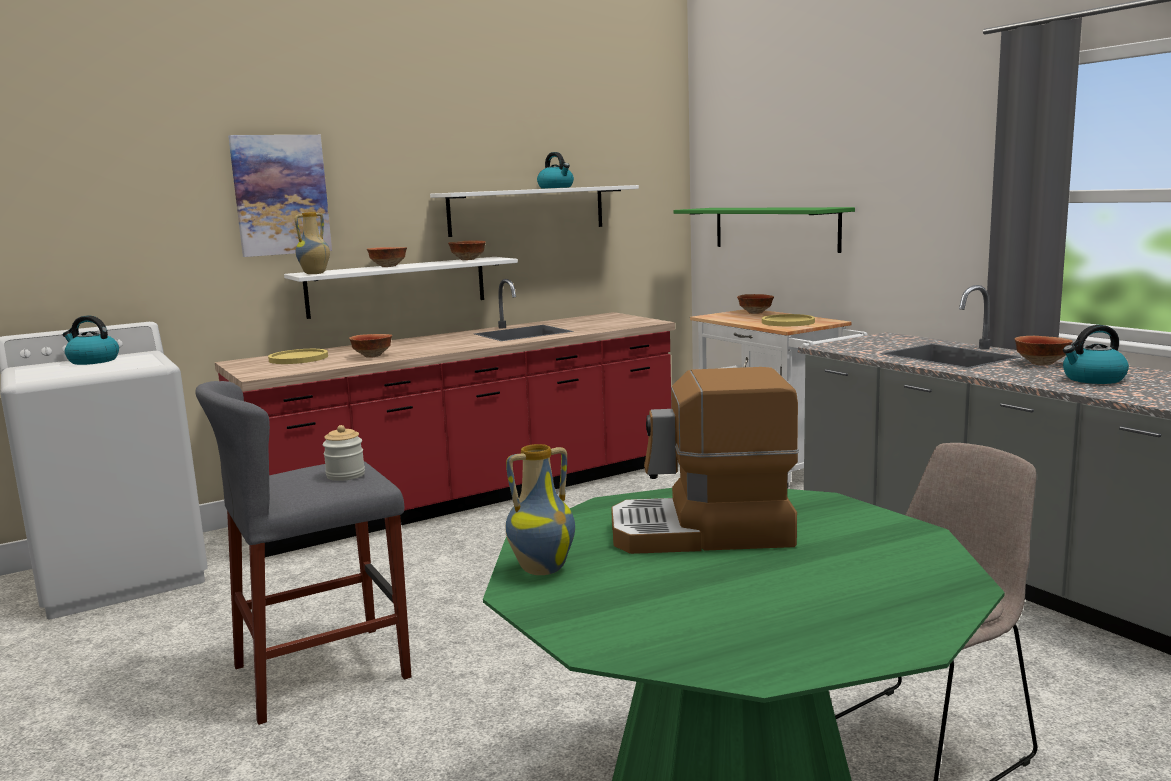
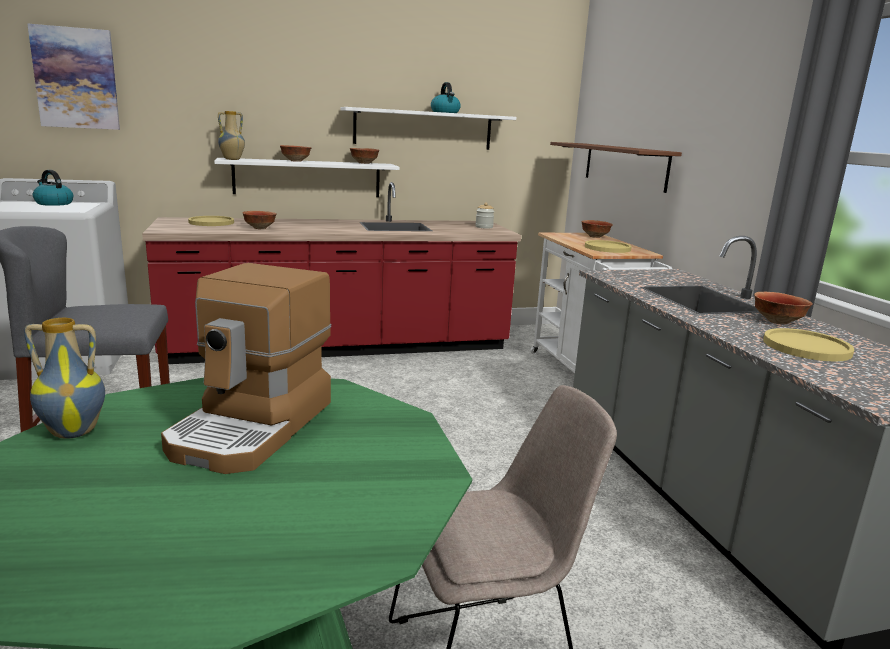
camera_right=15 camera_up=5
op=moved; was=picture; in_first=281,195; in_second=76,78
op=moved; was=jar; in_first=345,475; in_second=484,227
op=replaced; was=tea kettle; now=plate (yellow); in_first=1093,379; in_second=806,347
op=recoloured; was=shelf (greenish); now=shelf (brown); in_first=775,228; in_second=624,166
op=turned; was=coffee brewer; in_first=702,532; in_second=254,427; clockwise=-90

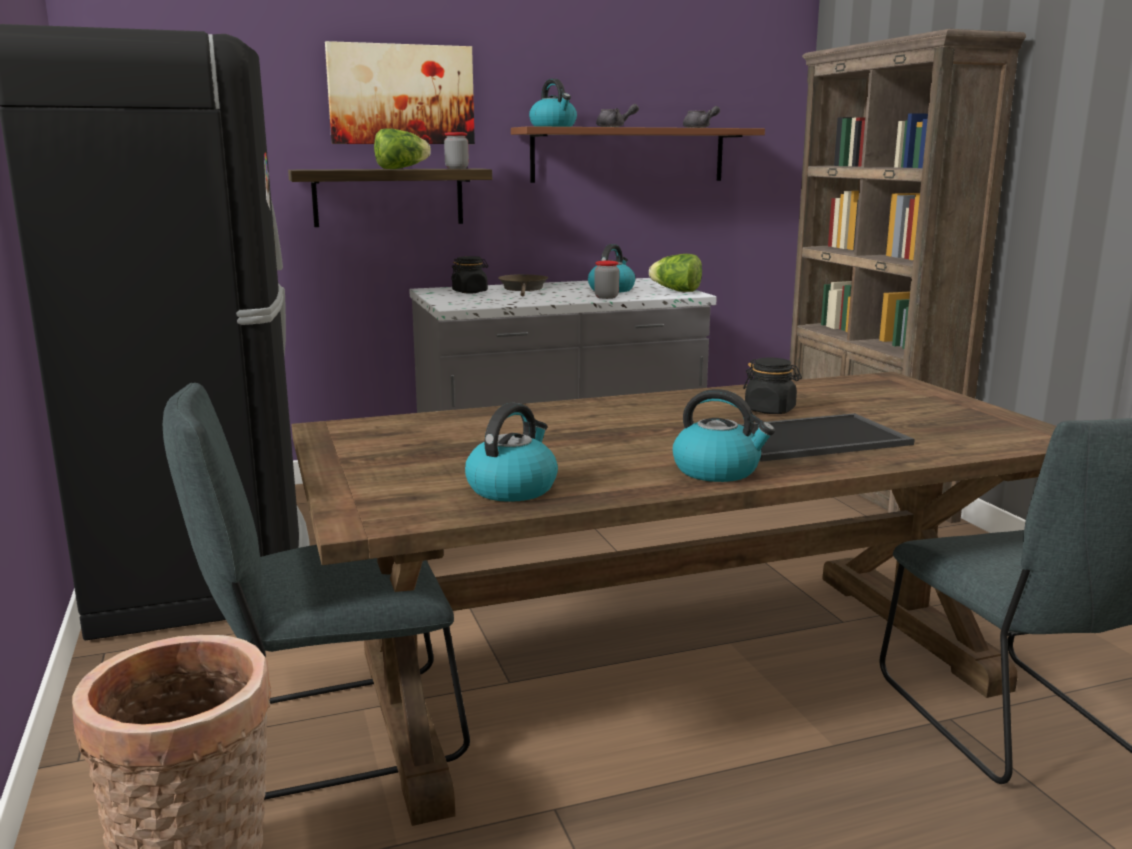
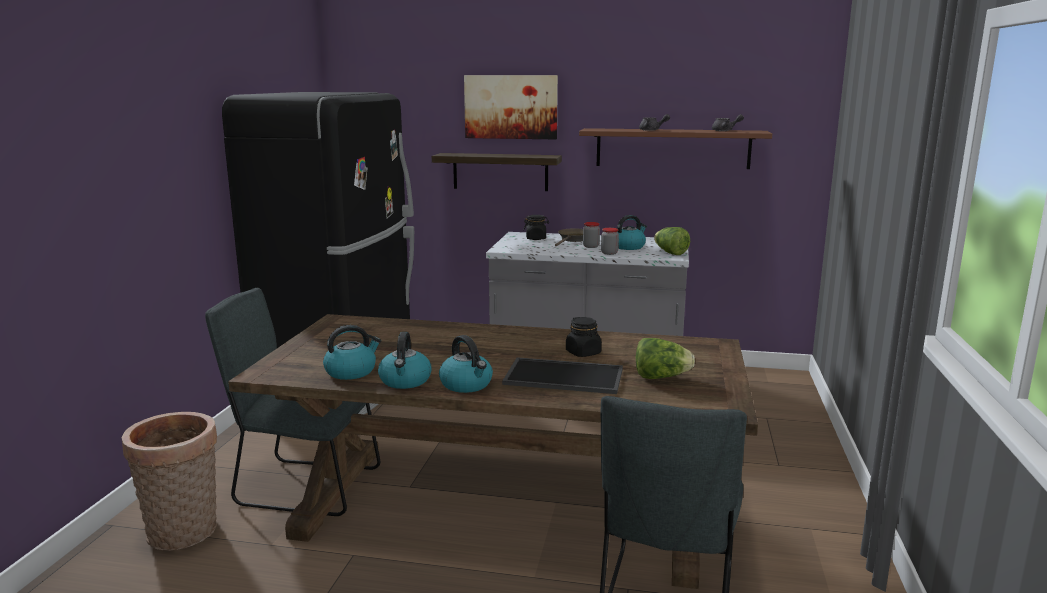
camera_right=30 camera_up=0
op=removed; was=bookcase (brown); in_first=864,493
op=moved; was=head of lettuce; in_first=401,169; in_second=661,377
op=moved; was=jar; in_first=457,168; in_second=591,246
op=moved; was=tea kettle; in_first=553,126; in_second=405,381

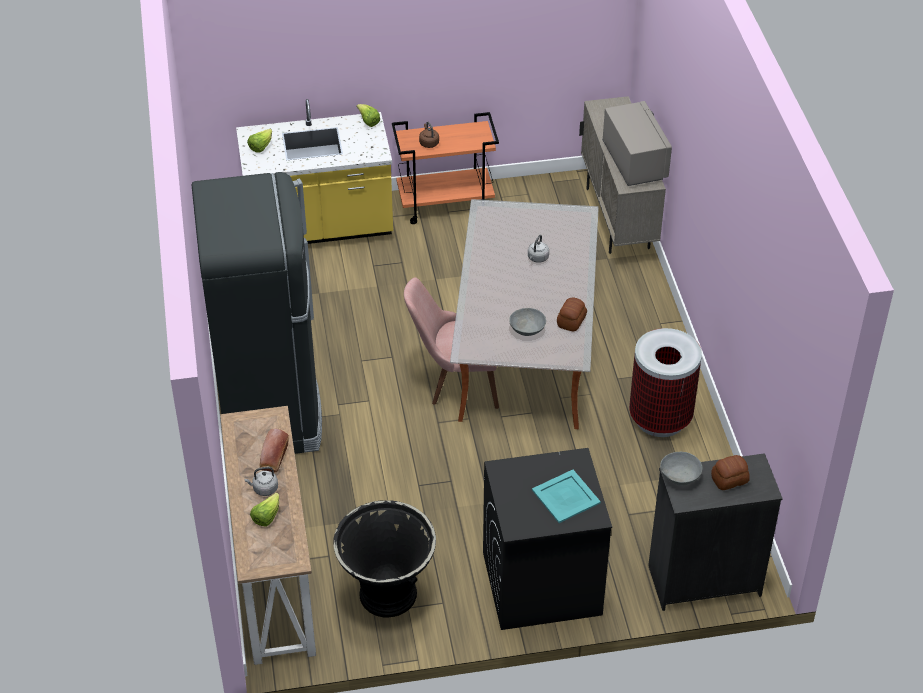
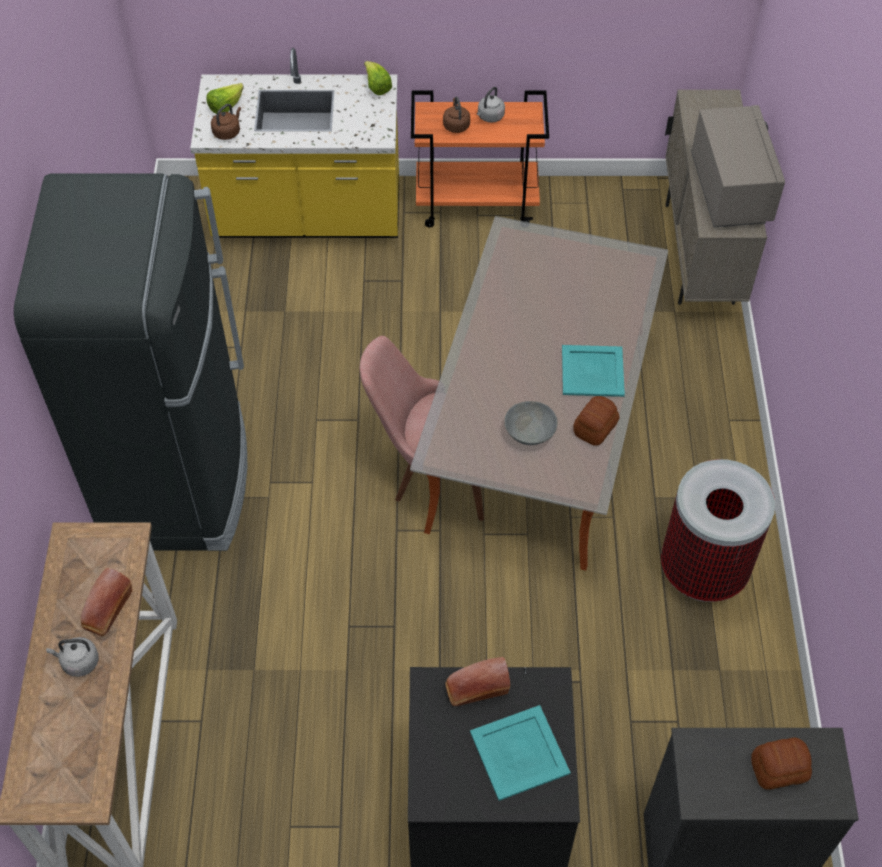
camera_right=10 camera_up=10
op=removed; was=head of lettuce; in_first=266,517
op=removed; was=planter (black); in_first=387,595
op=removed; was=deep dish (gray); in_first=680,476
op=added; now=tea kettle (brown); in_second=227,132
op=added; now=bakery bread; in_second=475,688
op=added; now=tray (blue-green); in_second=593,371
op=moved; was=tea kettle (gray); in_first=537,258; in_second=490,117

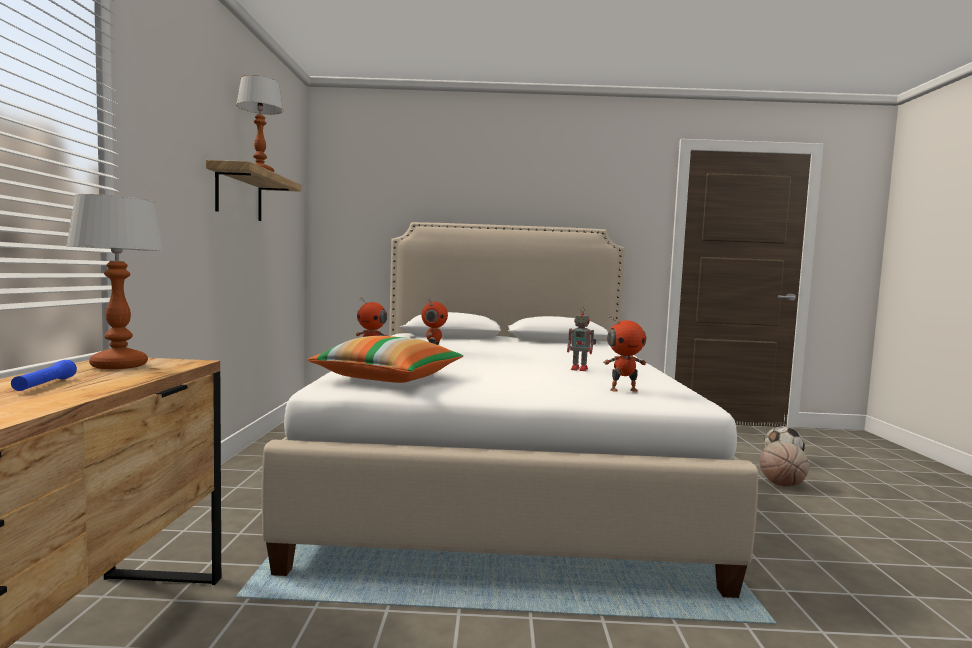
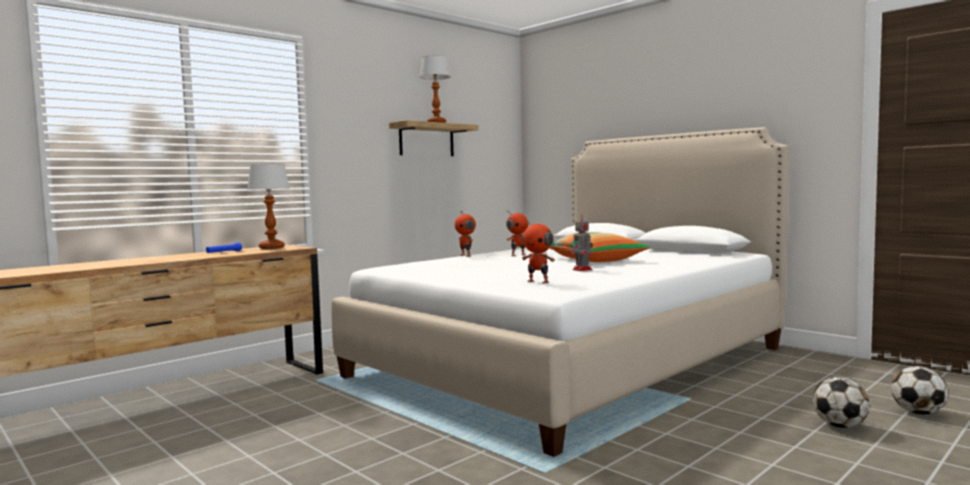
camera_right=45 camera_up=0
op=moved; was=throw pillow; in_first=389,378; in_second=596,260
op=replaced; was=basketball; now=football ball; in_first=782,485; in_second=839,426

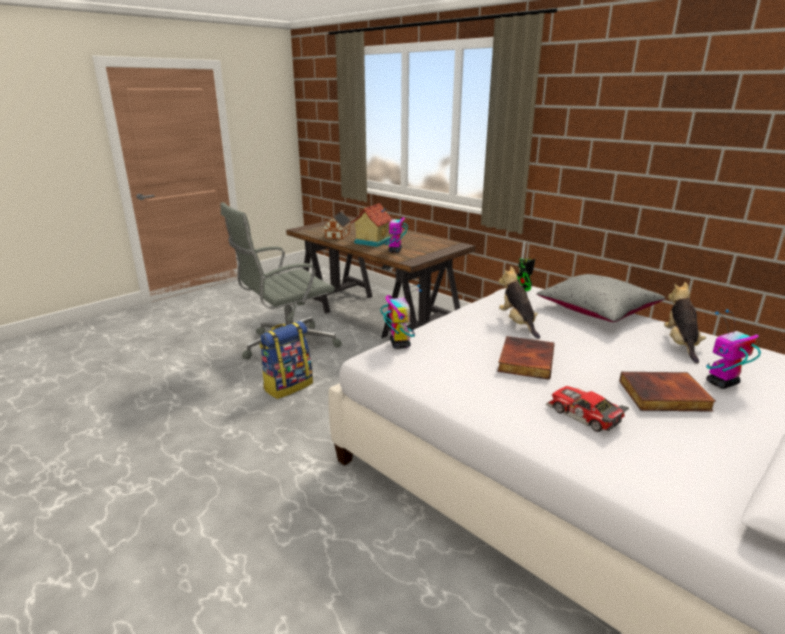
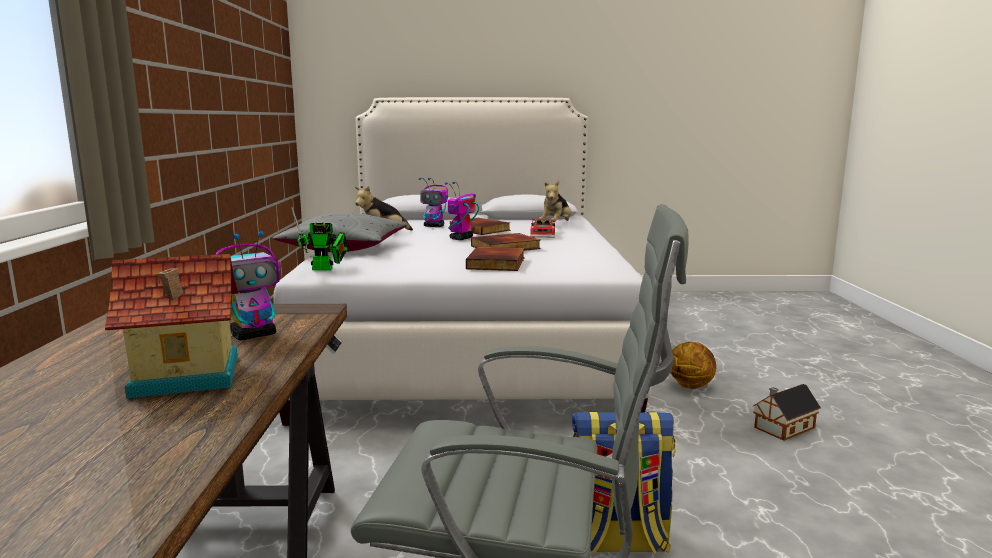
camera_right=-135 camera_up=-10
op=added; now=book; in_second=497,263
op=added; now=basketball; in_second=690,386
op=moved; was=model house; in_first=338,235; in_second=782,428
op=moved; was=robot figure; in_first=399,344; in_second=461,239
op=moved; was=plush toy; in_first=517,323; in_second=556,224

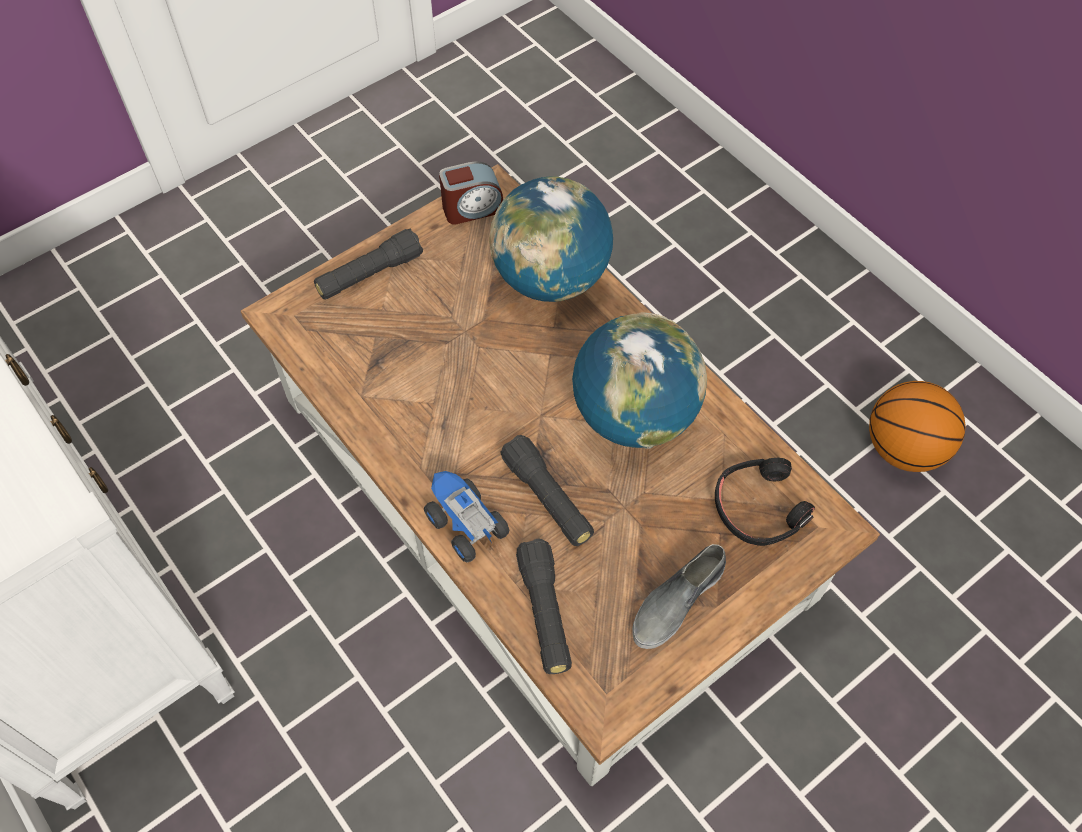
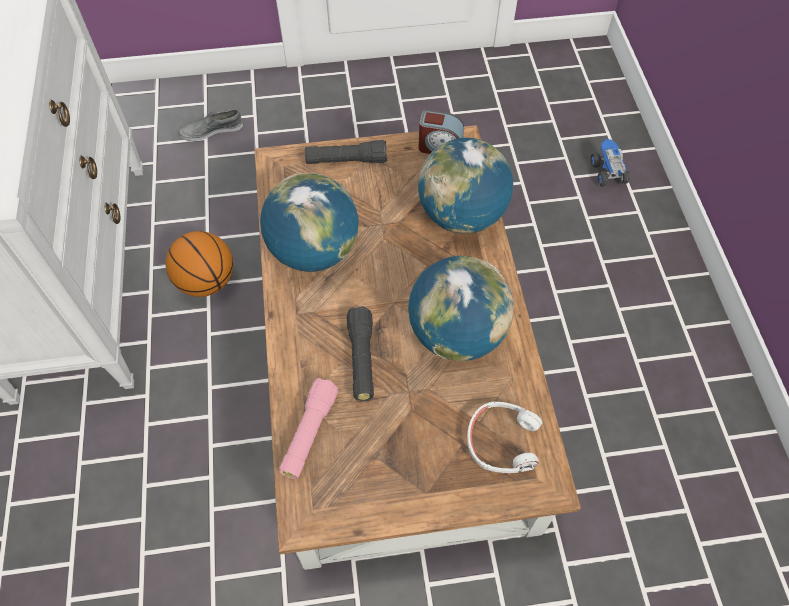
camera_right=30 camera_up=0
op=added; now=globe; in_second=314,251
op=moved; was=model truck; in_first=465,525; in_second=607,172
op=moved; was=low shoe (gray); in_first=676,601; in_second=212,130
op=moved; was=basketball; in_first=903,448; in_second=206,281
op=recoloured; was=hand torch (black); now=hand torch (pink-coloured); in_first=545,612; in_second=309,433
op=recoloured; was=headset (black); now=headset (white-coloured); in_first=759,508; in_second=502,441

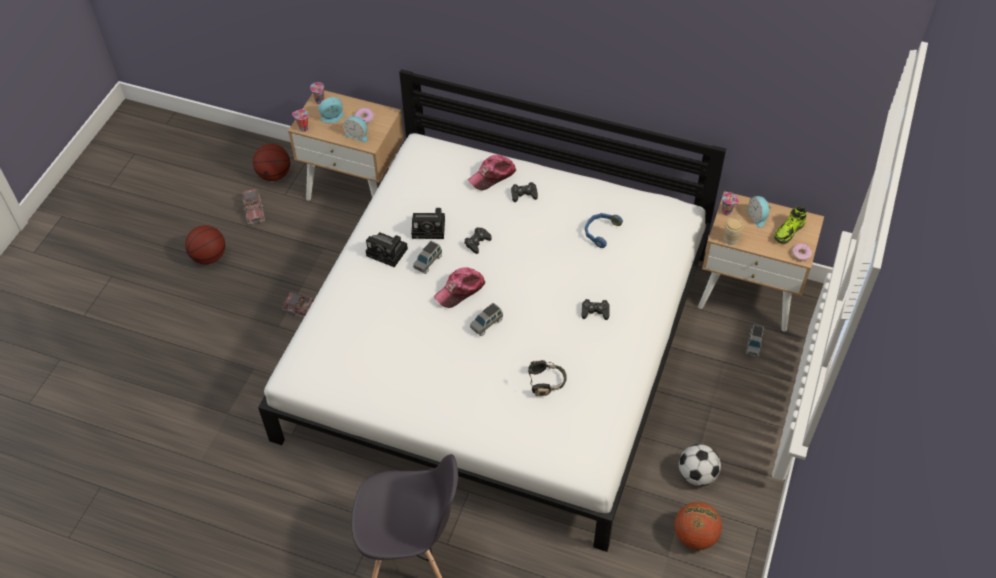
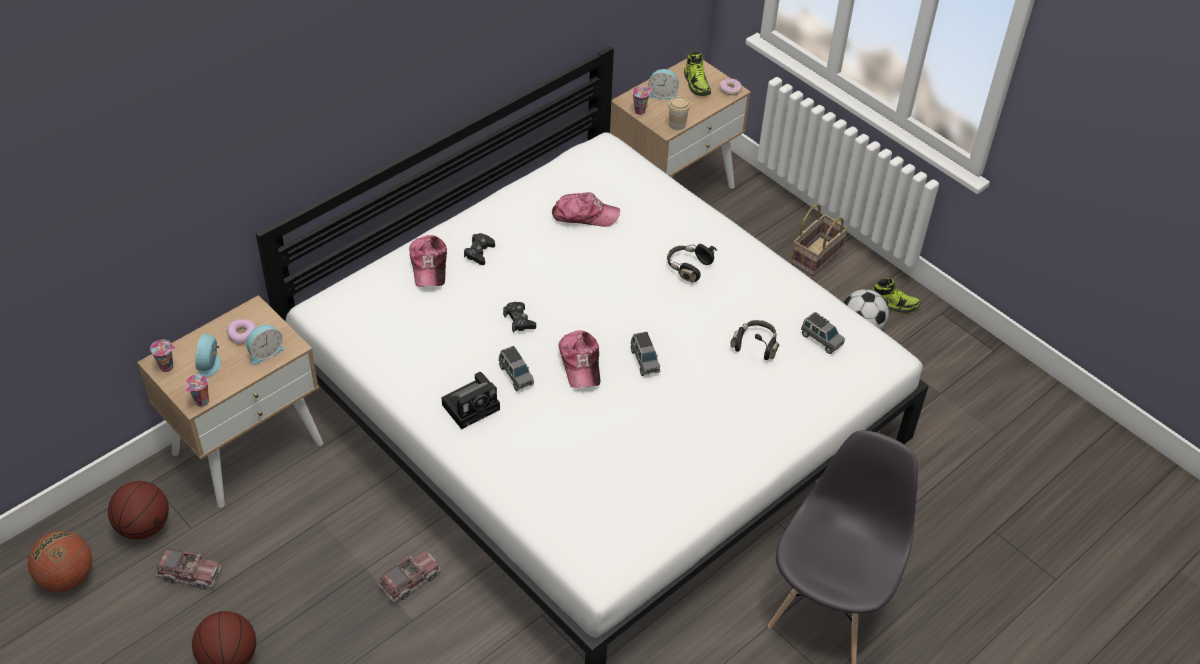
camera_right=-65 camera_up=-5
op=removed; was=still camera; in_first=430,228
op=added; now=household basket; in_second=816,255
op=added; now=low shoe; in_second=893,304
op=moved; was=basketball; in_first=695,536; in_second=67,578
op=moved; was=toy car (gray); in_first=754,344; in_second=821,339
op=replaced; was=game controller (black); now=headset (black); in_first=595,311; in_second=688,267
op=replaced; was=headset (bluish); now=baseball cap; in_first=600,231; in_second=584,215

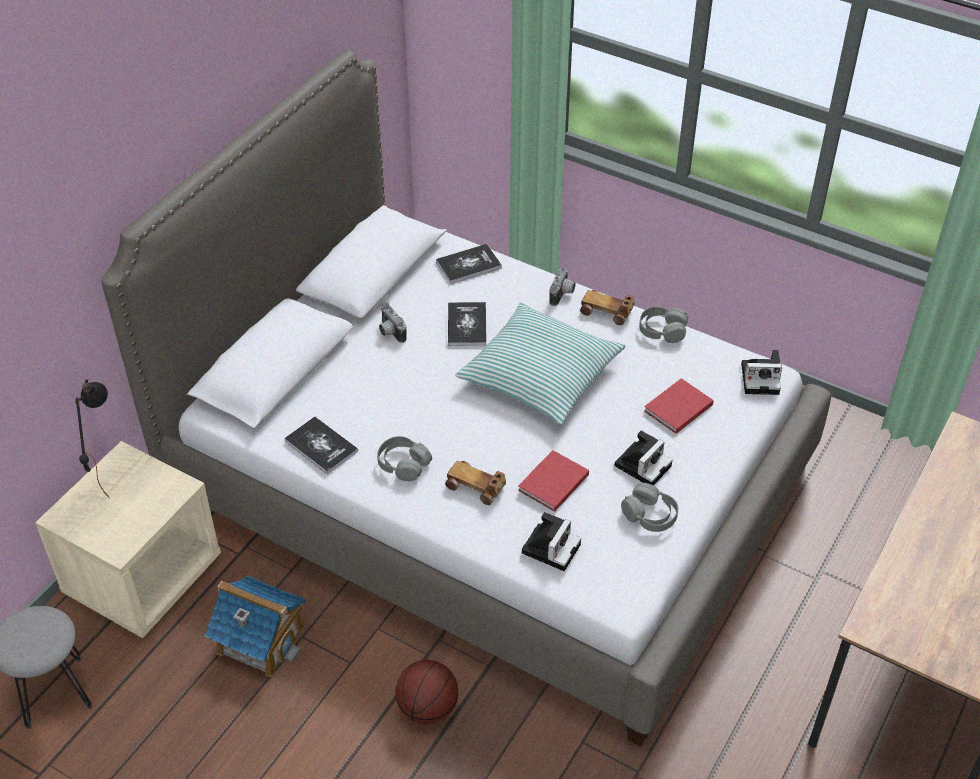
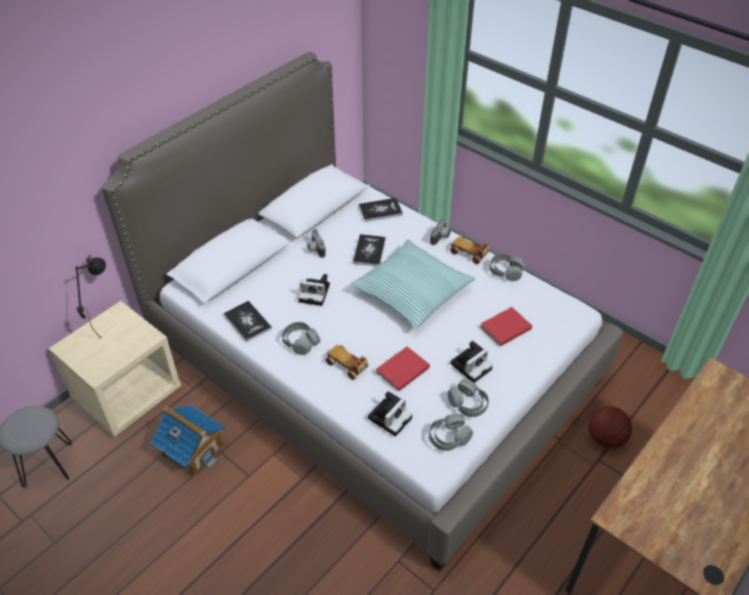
camera_right=10 camera_up=0
op=added; now=headset (gray); in_second=449,437
op=moved; was=basketball; in_first=427,708; in_second=605,438
op=moved; was=still camera; in_first=762,378; in_second=316,293

